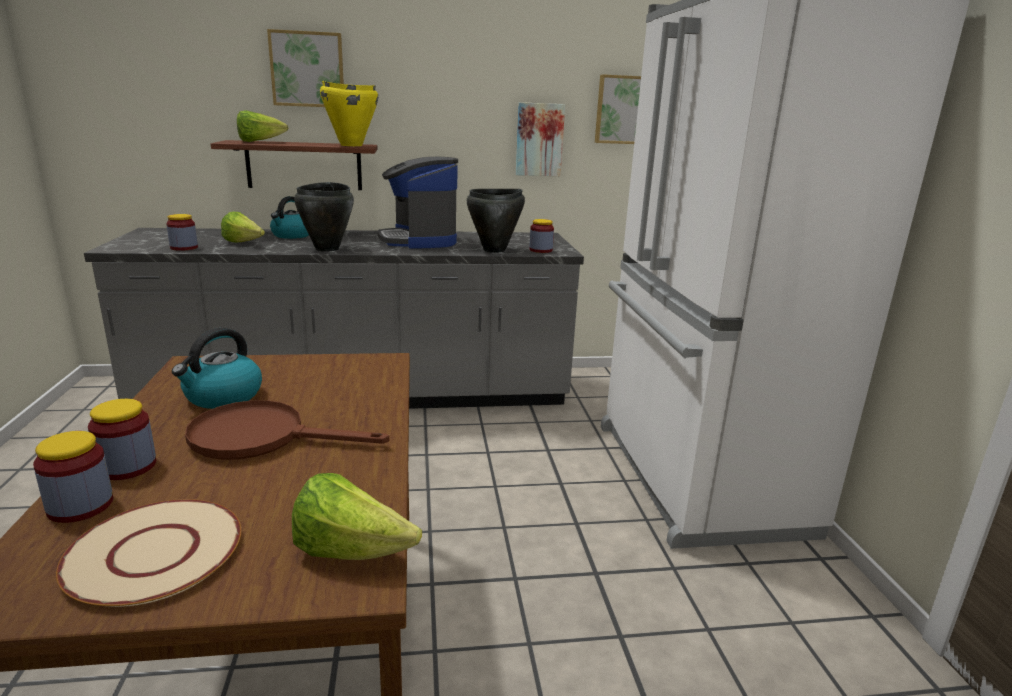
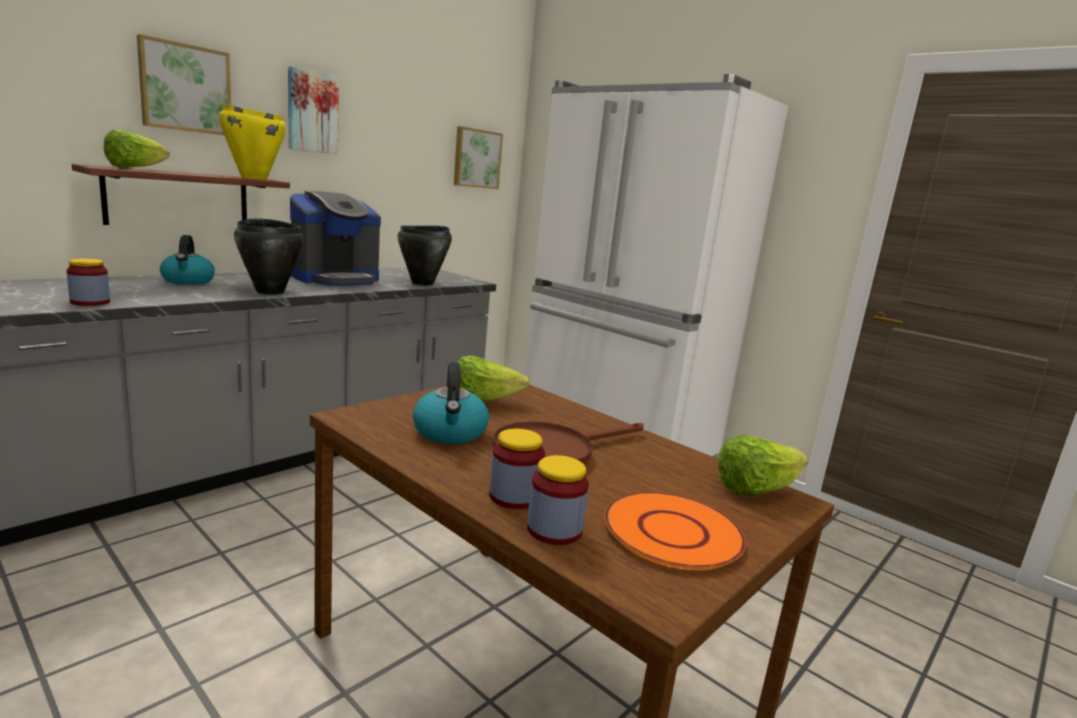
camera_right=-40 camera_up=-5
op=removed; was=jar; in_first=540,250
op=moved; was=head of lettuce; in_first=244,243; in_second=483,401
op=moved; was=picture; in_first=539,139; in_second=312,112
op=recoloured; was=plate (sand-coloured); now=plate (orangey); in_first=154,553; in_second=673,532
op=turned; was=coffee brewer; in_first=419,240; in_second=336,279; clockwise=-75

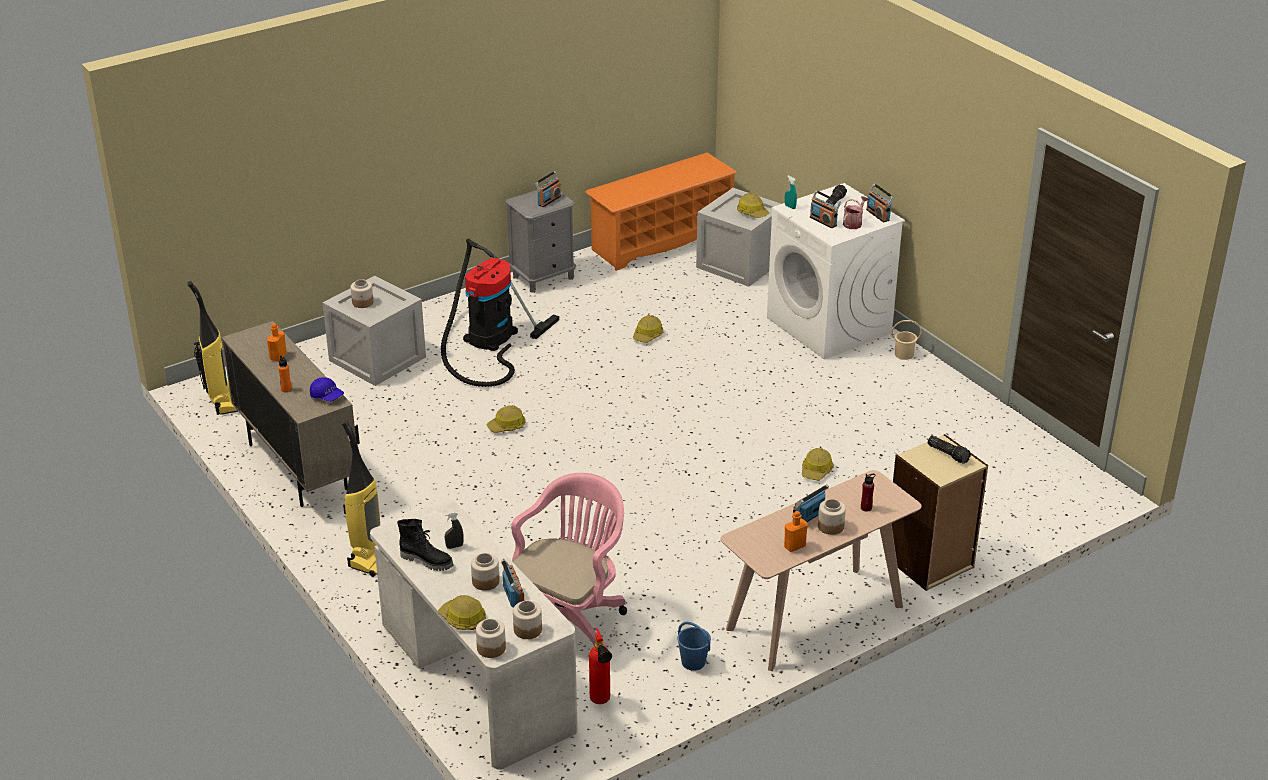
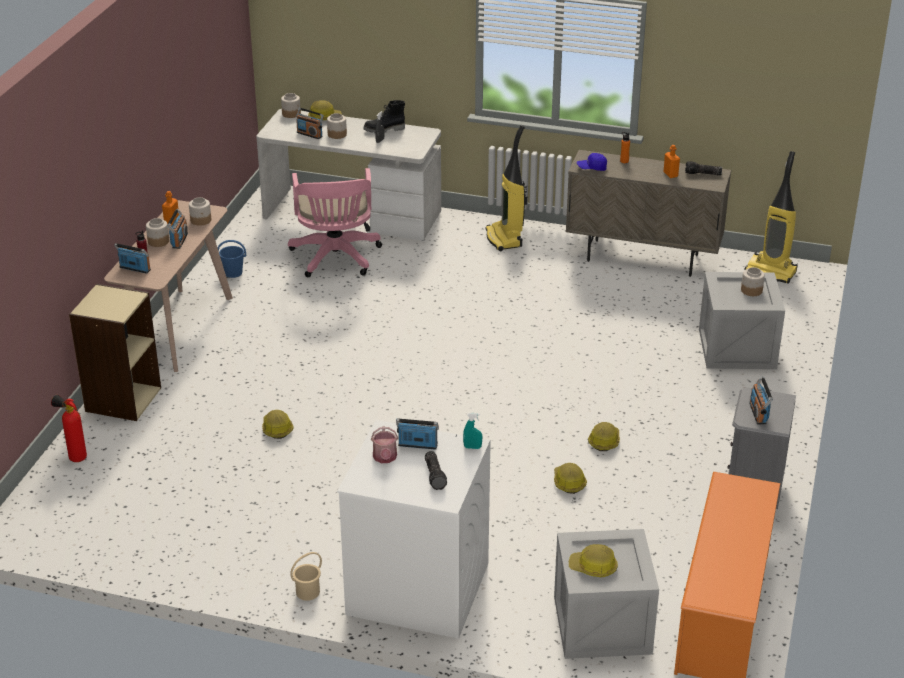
camera_right=140 camera_up=0
op=removed; was=hoover; in_first=488,340
op=moved; was=hard hat; in_first=507,426; in_second=604,441
op=moved; was=jar; in_first=527,629; in_second=201,220
op=moved; was=extinguisher; in_first=601,702; in_second=75,457
op=moved; was=radio receiver; in_first=878,215; in_second=134,269
op=moved; was=hand torch; in_first=948,454; in_second=702,174

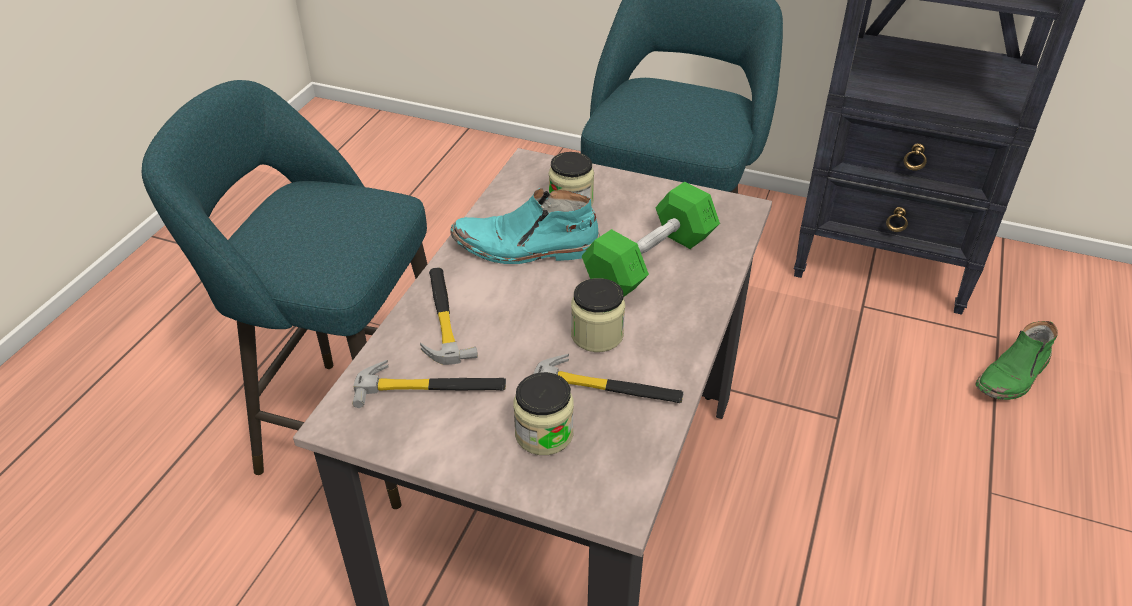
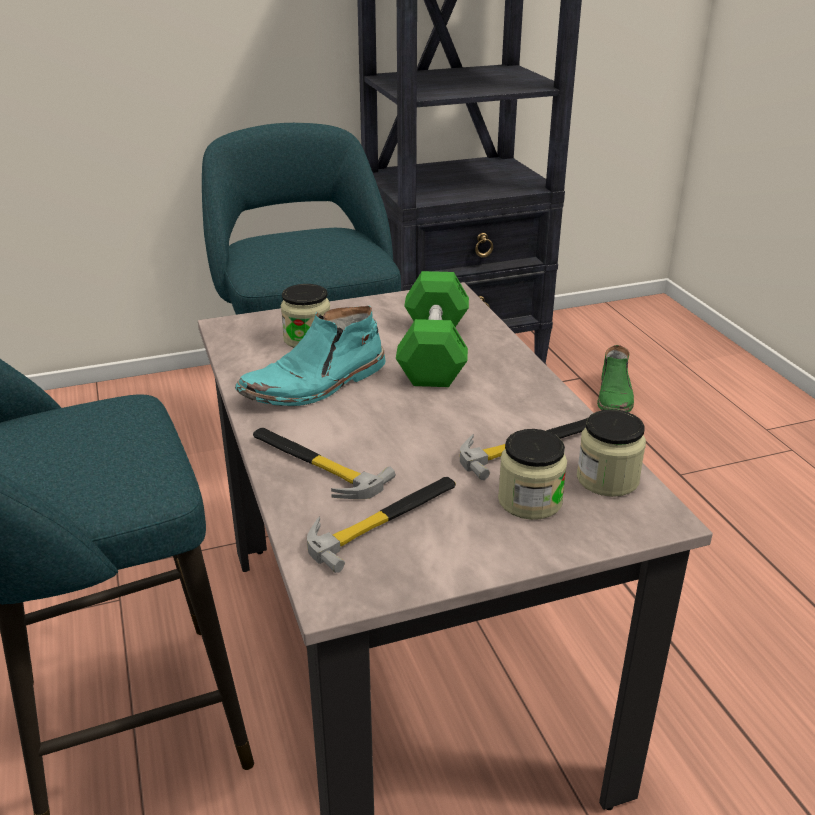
camera_right=-40 camera_up=-10
op=moved; was=jar; in_first=597,335; in_second=607,479

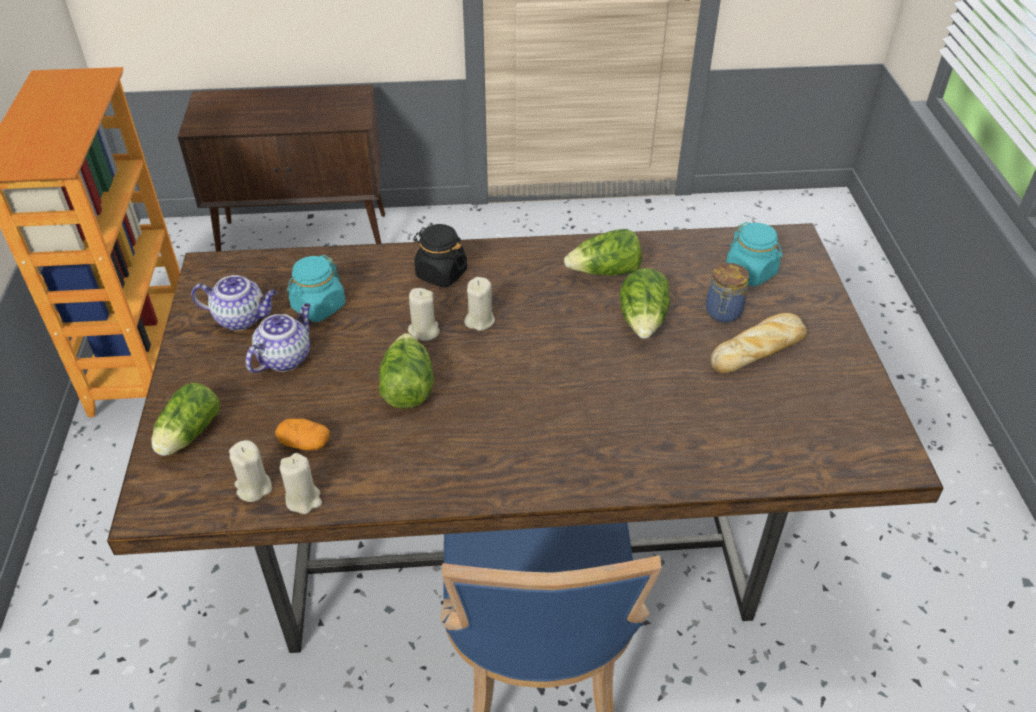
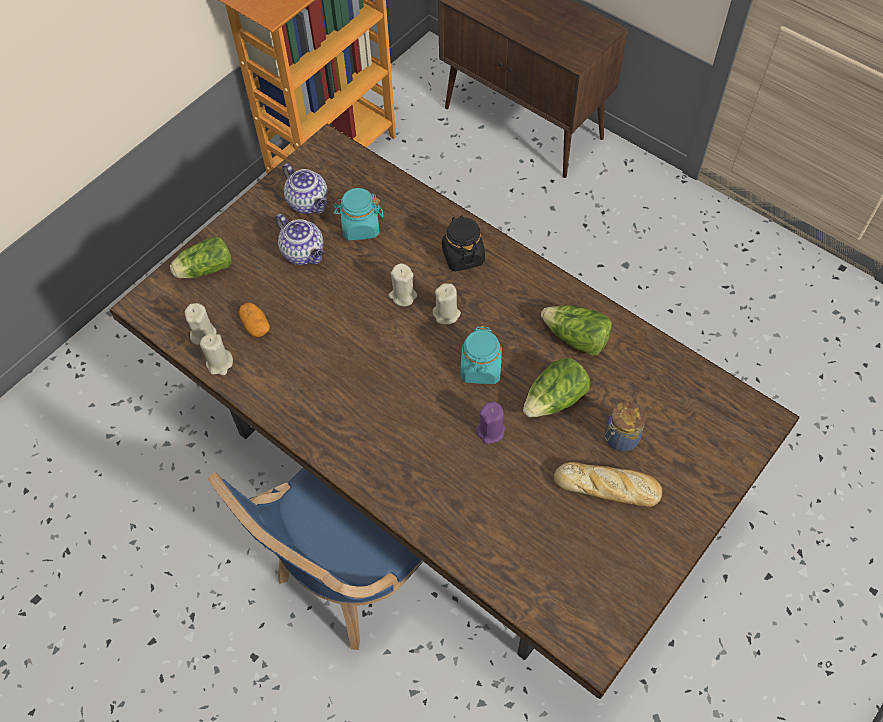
camera_right=45 camera_up=15
op=removed; was=head of lettuce; in_first=407,386
op=added; now=wax light (purple); in_second=490,431
op=moved; was=jar (blue-green); in_first=751,272; in_second=481,368
op=turned; was=pot for tea; in_first=285,357; in_second=304,253; clockwise=60

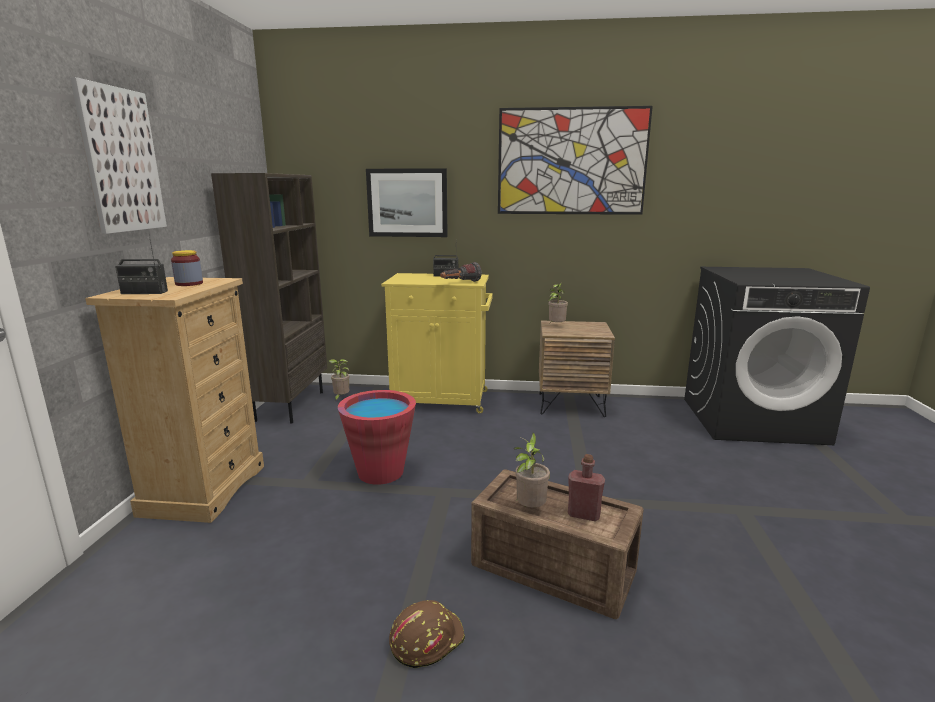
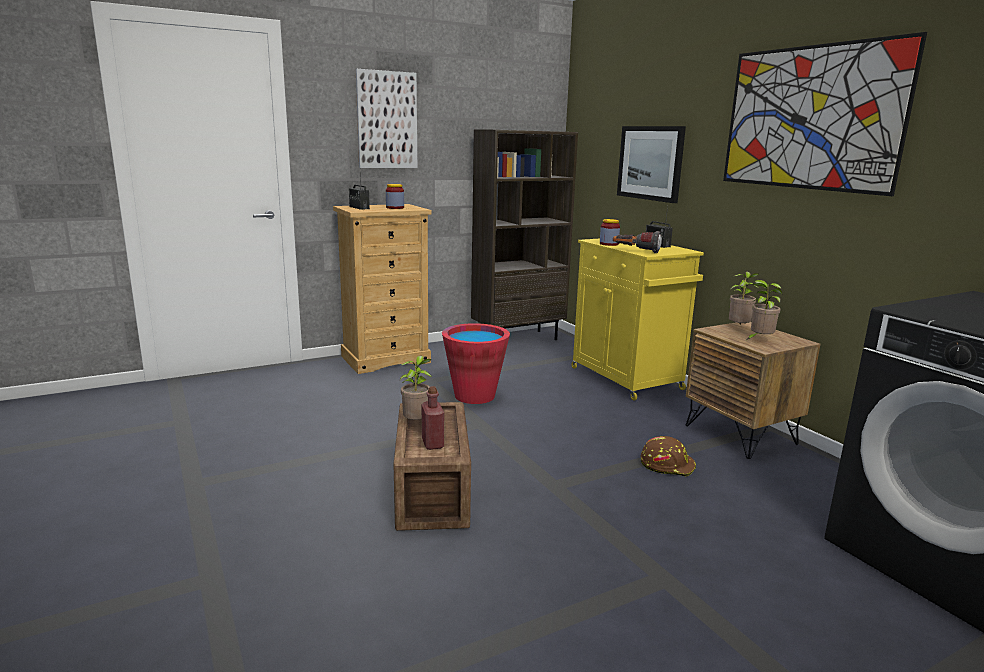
camera_right=55 camera_up=0
op=added; now=jar; in_second=609,244
op=moved; was=potted plant; in_first=340,398; in_second=759,340
op=moved; was=hard hat (brown); in_first=426,639; in_second=667,465

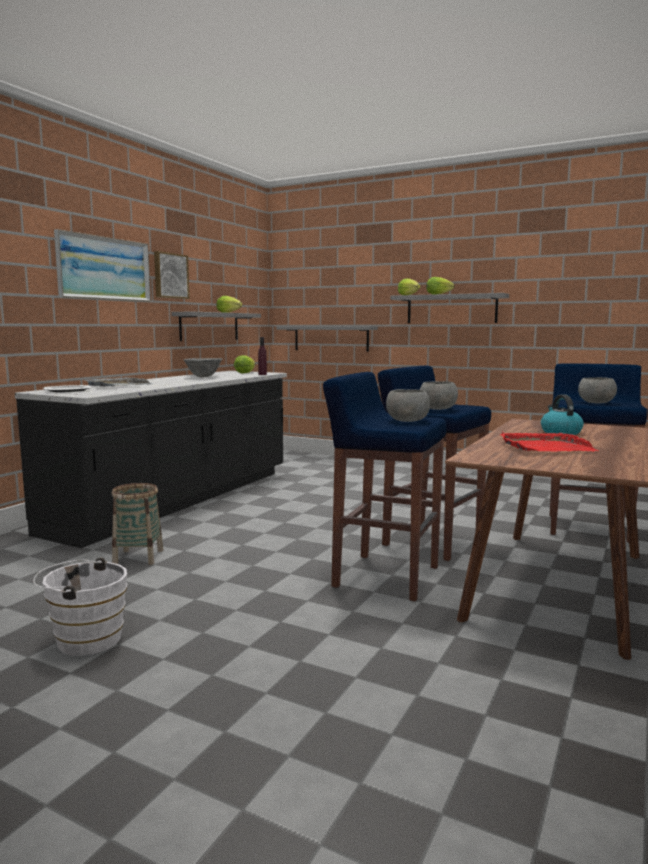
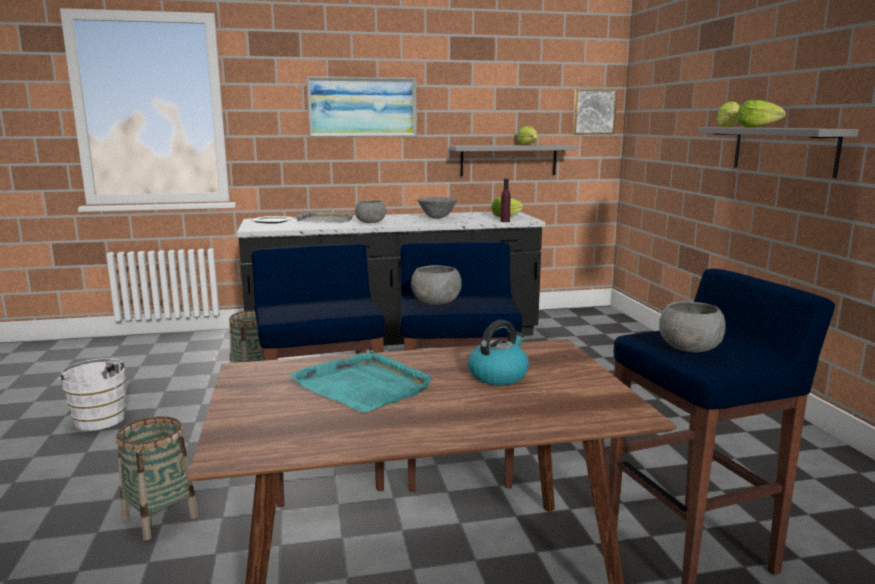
camera_right=50 camera_up=5
op=removed; was=shelf (gray); in_first=331,338
op=added; now=household basket; in_second=160,517
op=moved; was=picture; in_first=170,276; in_second=593,112
op=moved; was=deep dish (gray); in_first=408,421; in_second=371,222
op=recoloured; was=tray (red-coloured); now=tray (blue-green); in_first=545,447; in_second=364,386

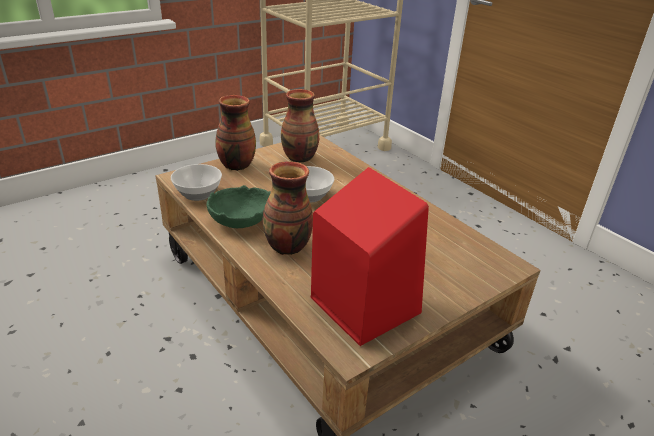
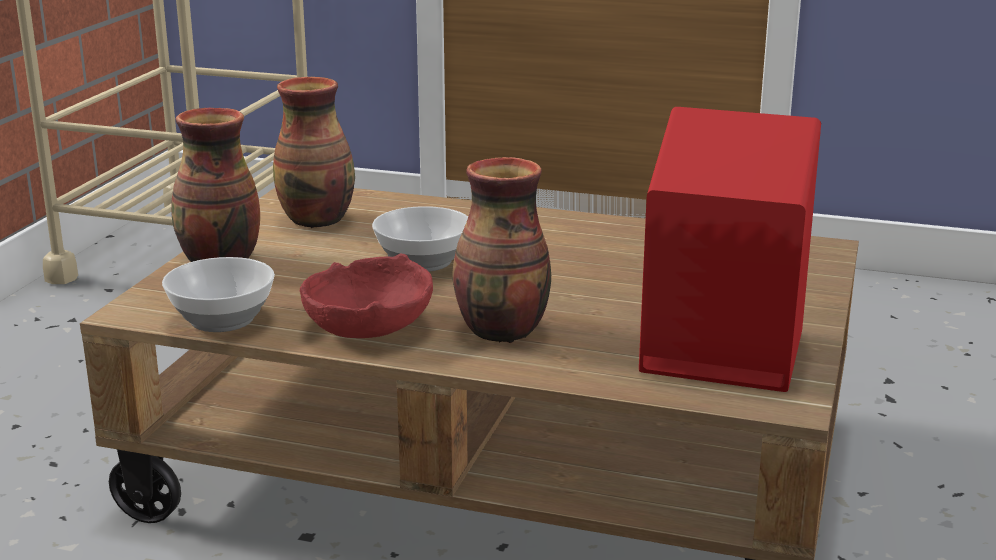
camera_right=-35 camera_up=-10
op=recoloured; was=deep dish (greenish); now=deep dish (red-coloured); in_first=240,220; in_second=366,327

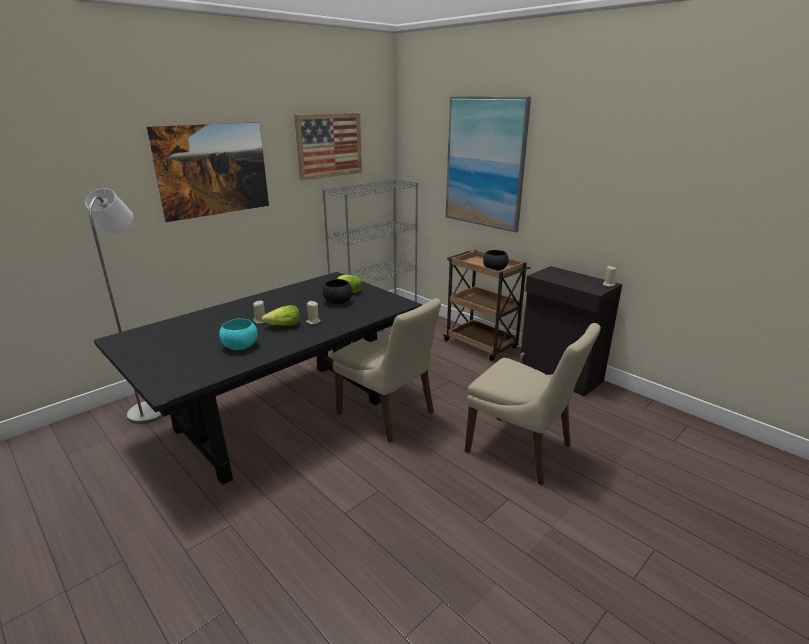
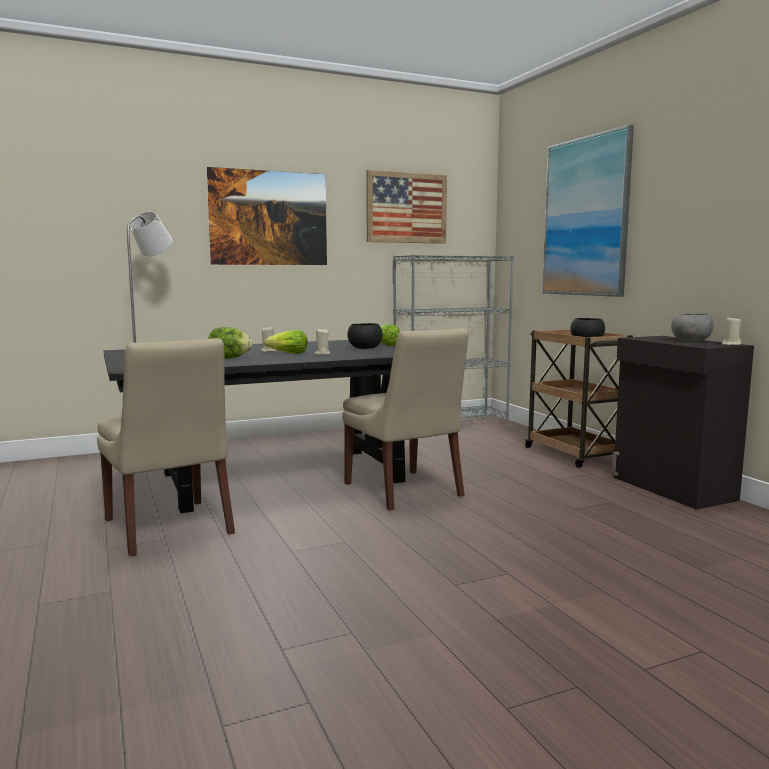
camera_right=20 camera_up=-15
op=added; now=deep dish (gray); in_second=691,341
op=moved; was=plain chair (sand-coloured); in_first=521,450; in_second=169,528
op=replaced; was=deep dish (blue-green); now=head of lettuce; in_first=240,346; in_second=229,358

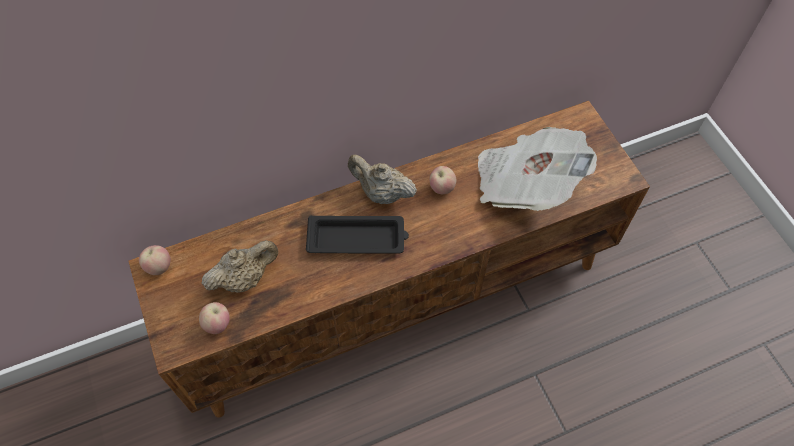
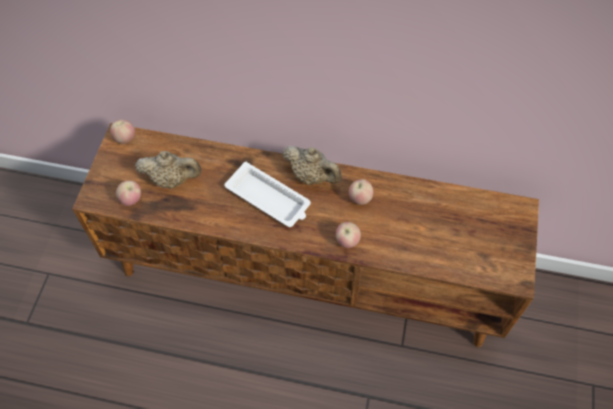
camera_right=35 camera_up=0
op=removed; was=newspaper; in_first=525,183
op=added; now=apple; in_second=347,241
op=recoloured; was=tray (black); now=tray (white-coloured); in_first=358,238; in_second=269,199
op=turned; was=pot for tea (sand-coloured); in_first=381,193; in_second=312,176; clockwise=150

